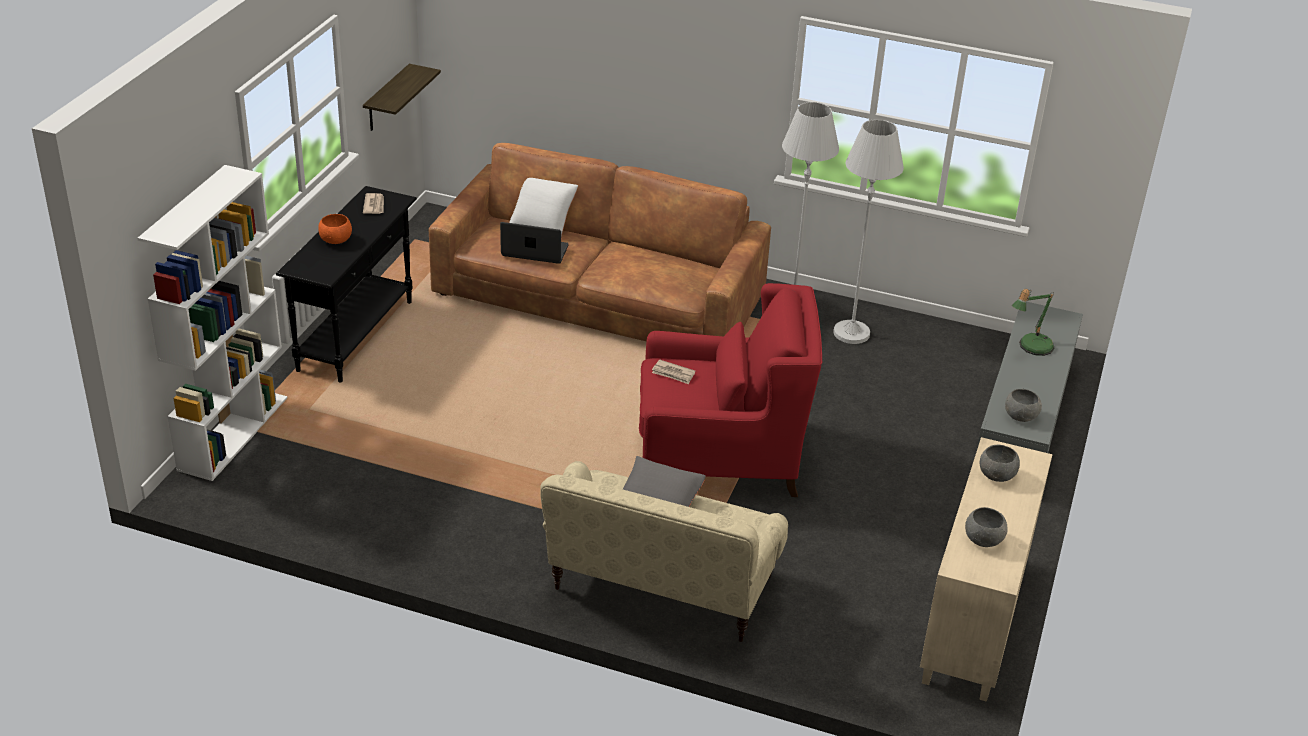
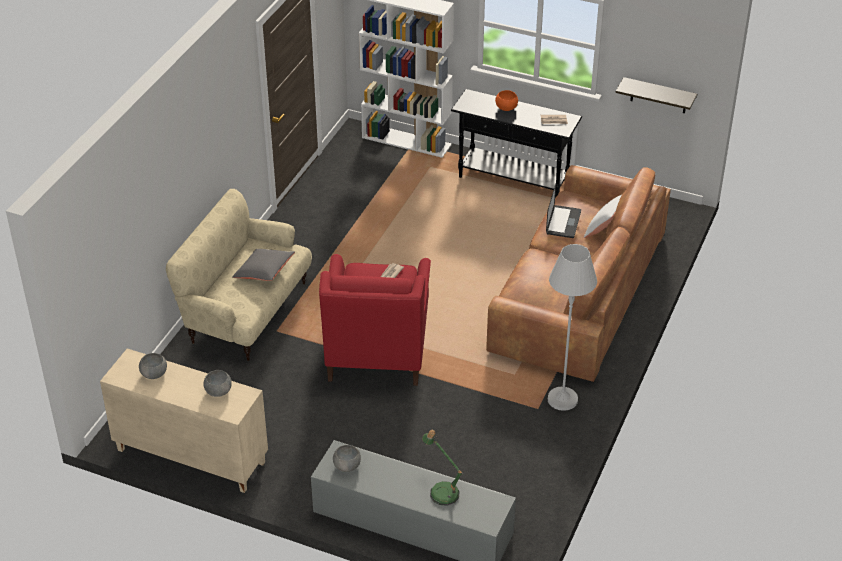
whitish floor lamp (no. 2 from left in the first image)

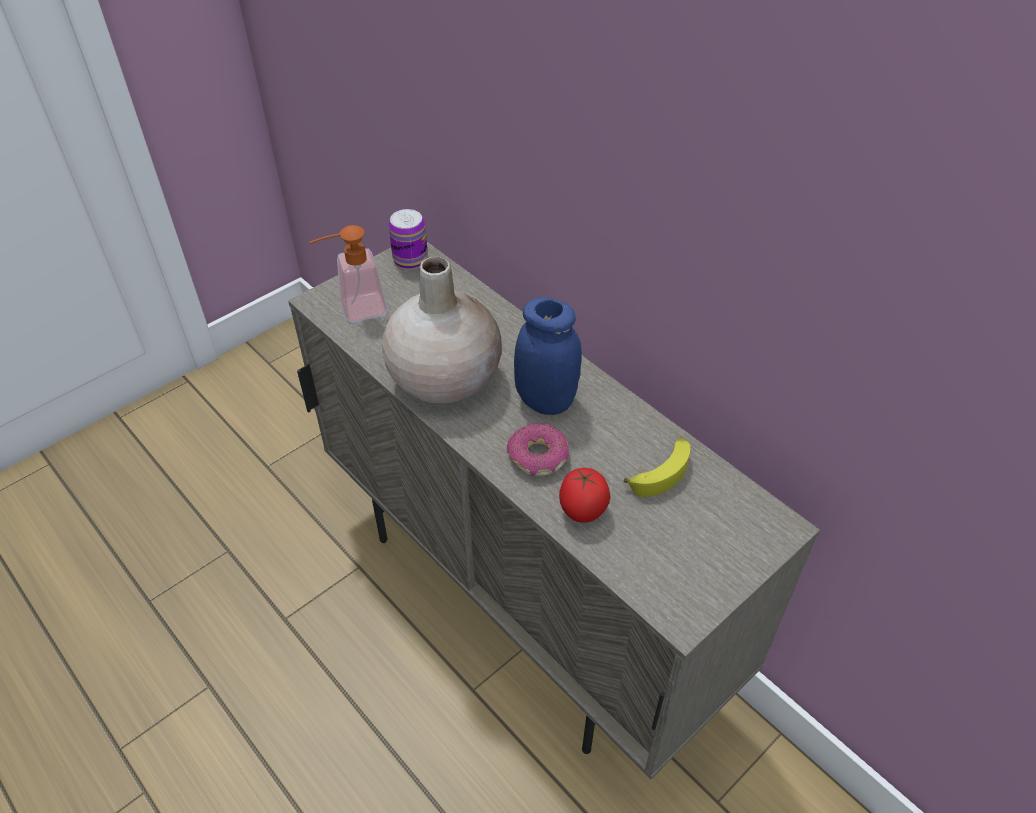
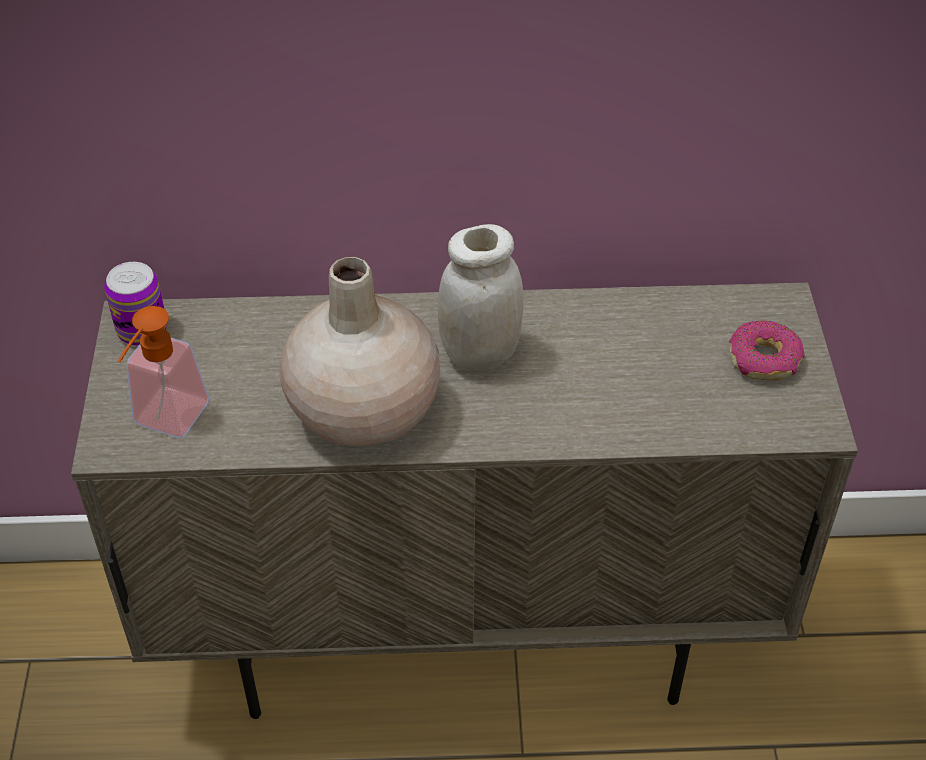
whitish jar
donut
fresh tomato
banana fruit

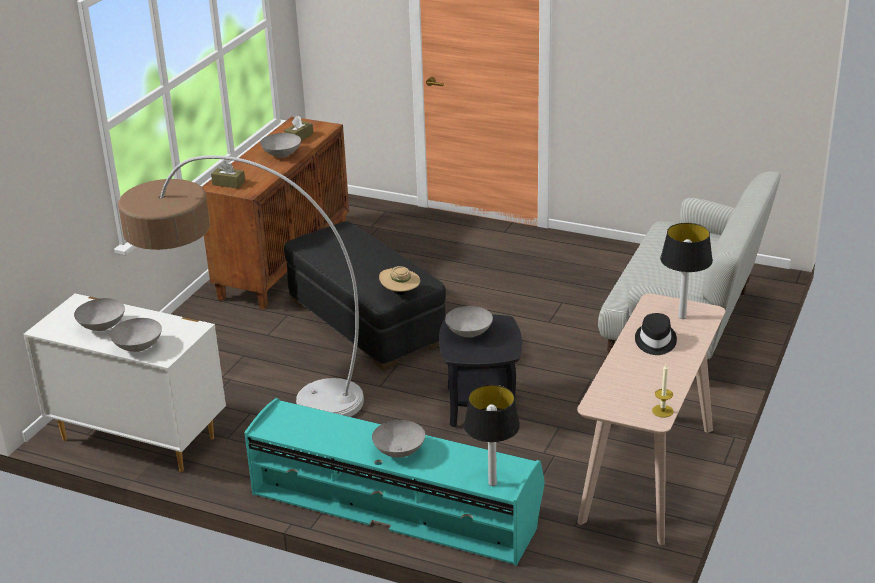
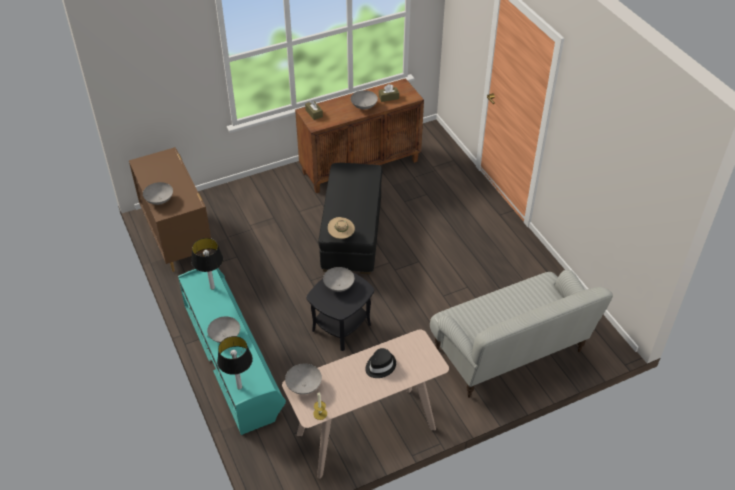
brownish chest of drawers
table lamp (no. 1 from left)
greyish deep dish (no. 3 from left)
floor lamp

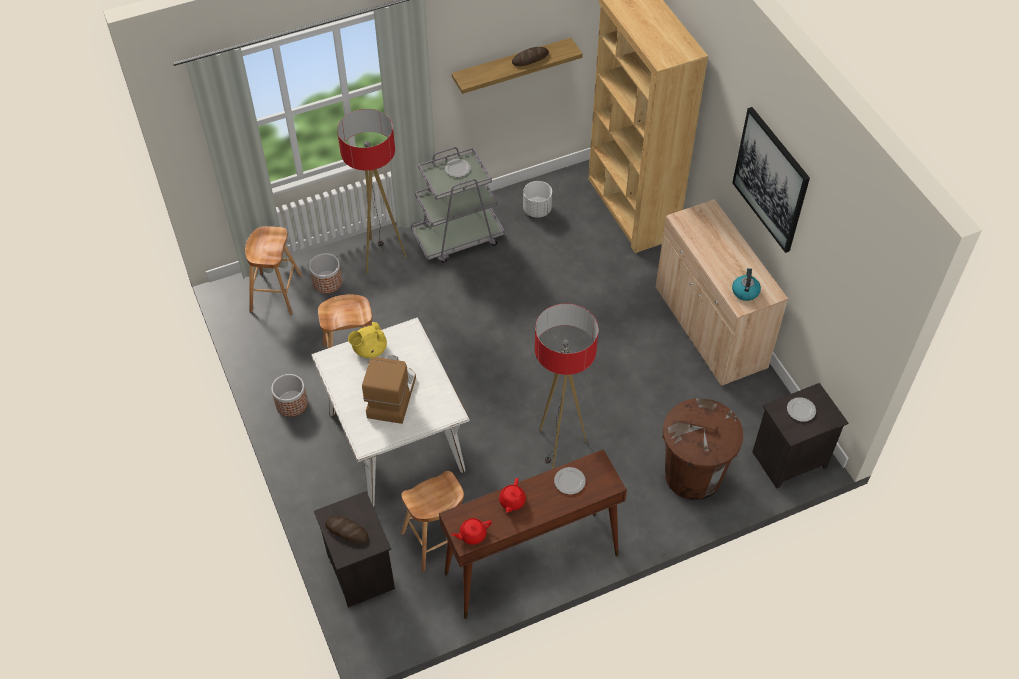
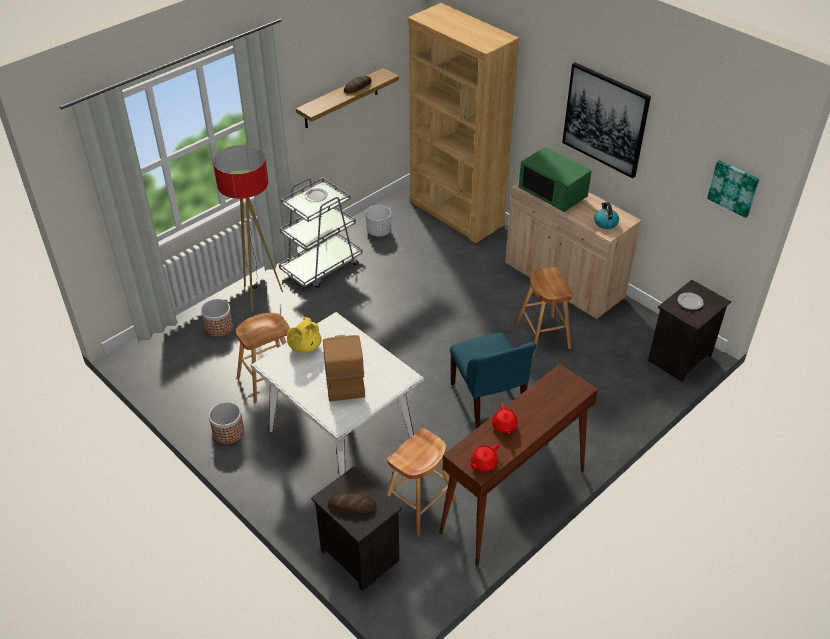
blue chair
brownish stool seat (no. 3 from left)
green-coloured microwave oven
wall art (no. 2 from left)
flat dish (no. 2 from left in the first image)
brownish waste bin

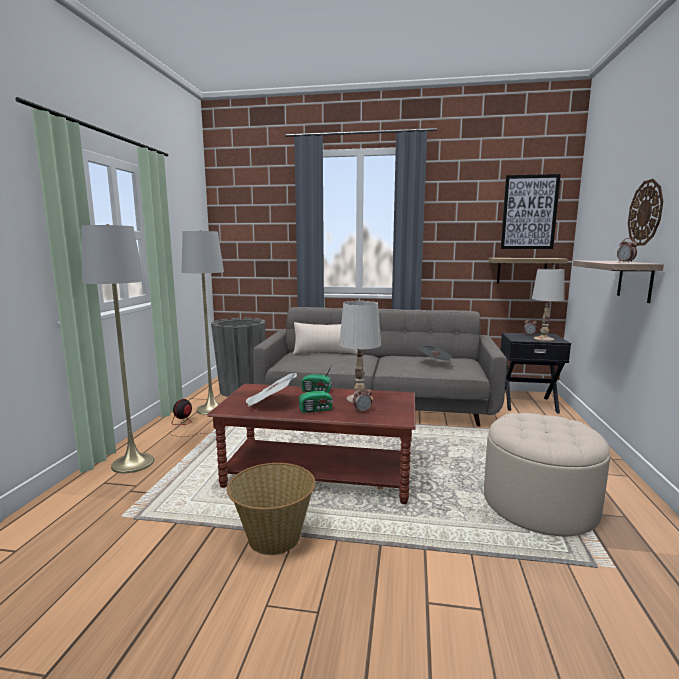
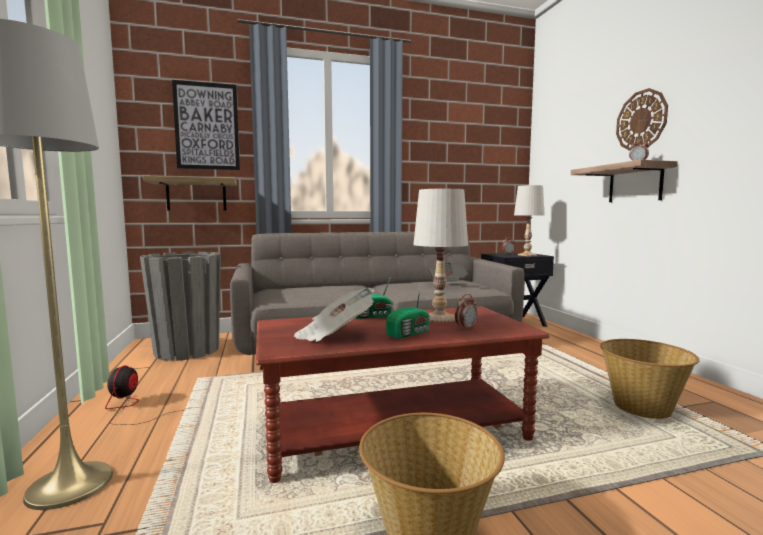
bracket shelf (no. 1 from left)
wall art
storage basket (no. 2 from left)
greyish floor lamp (no. 2 from left in the first image)
beige pillow

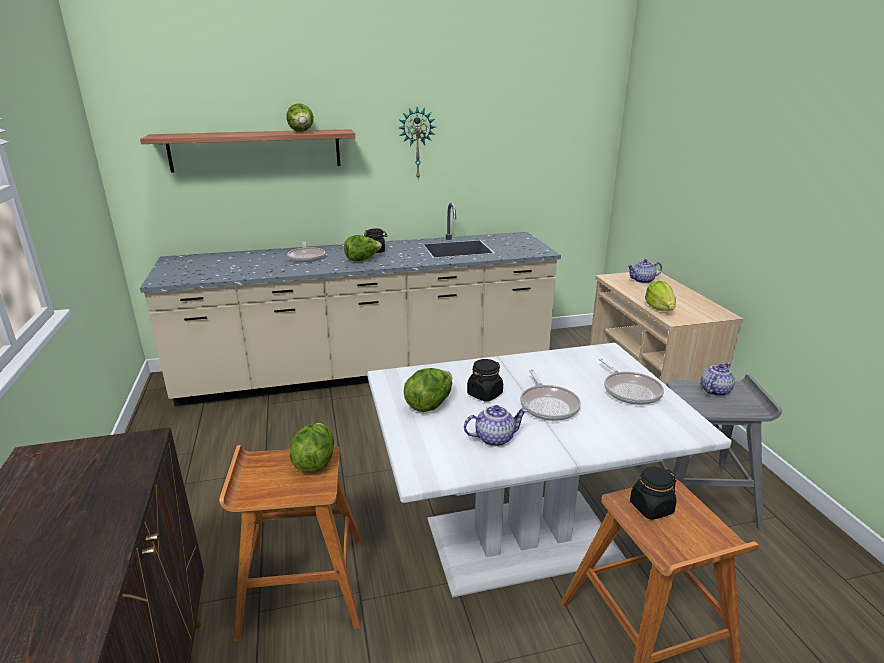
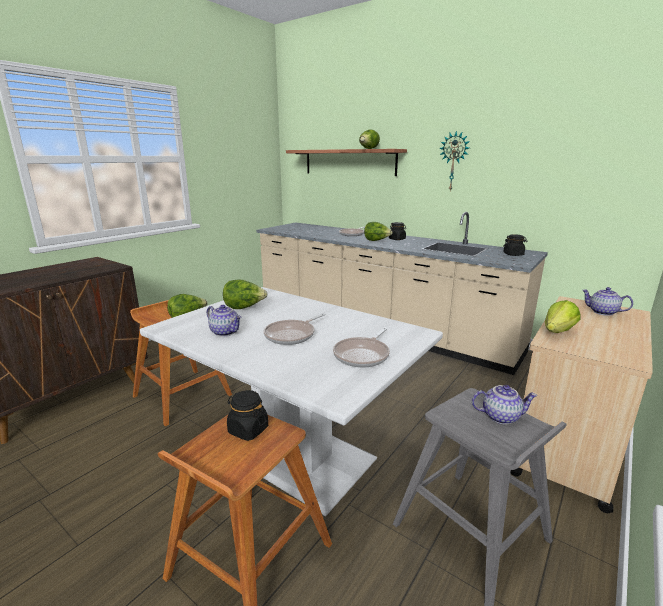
black jar (no. 3 from left)

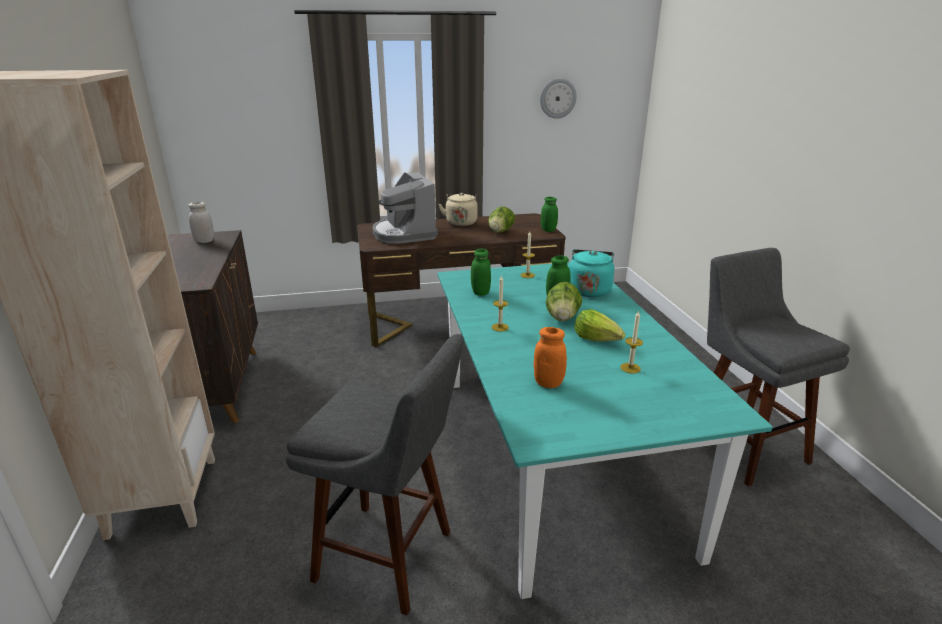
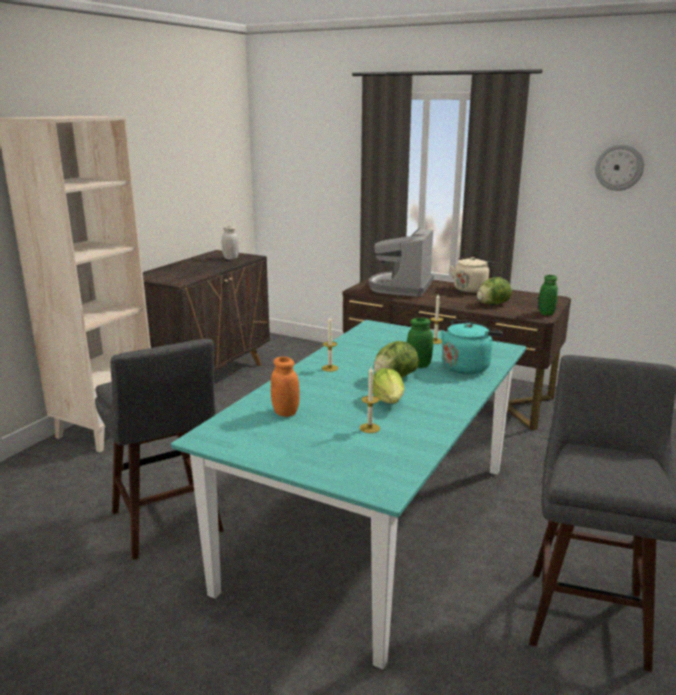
green-coloured jar (no. 1 from left in the first image)

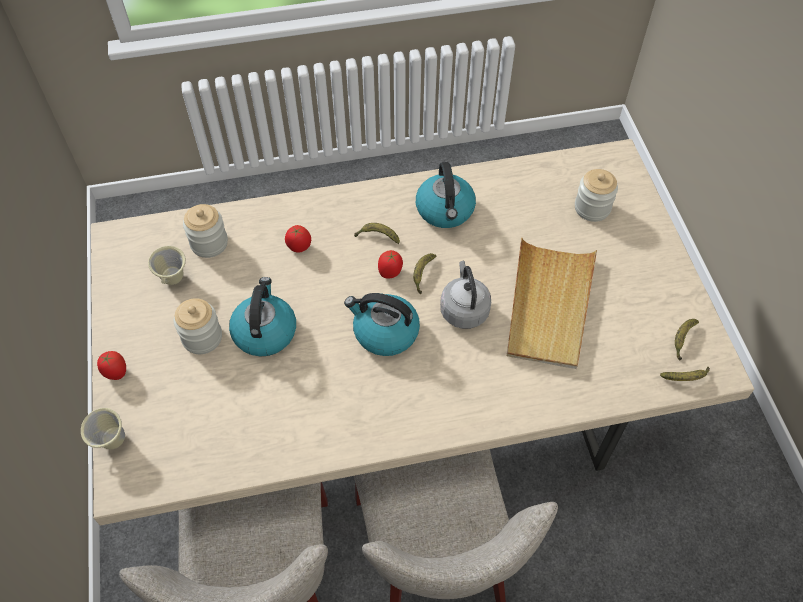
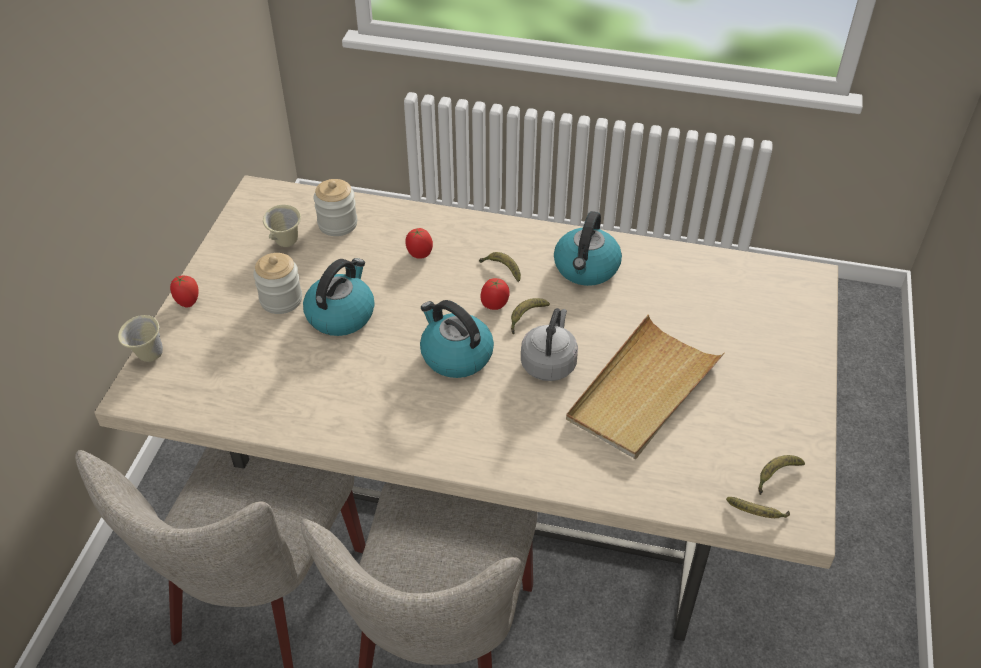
jar (no. 3 from left in the first image)

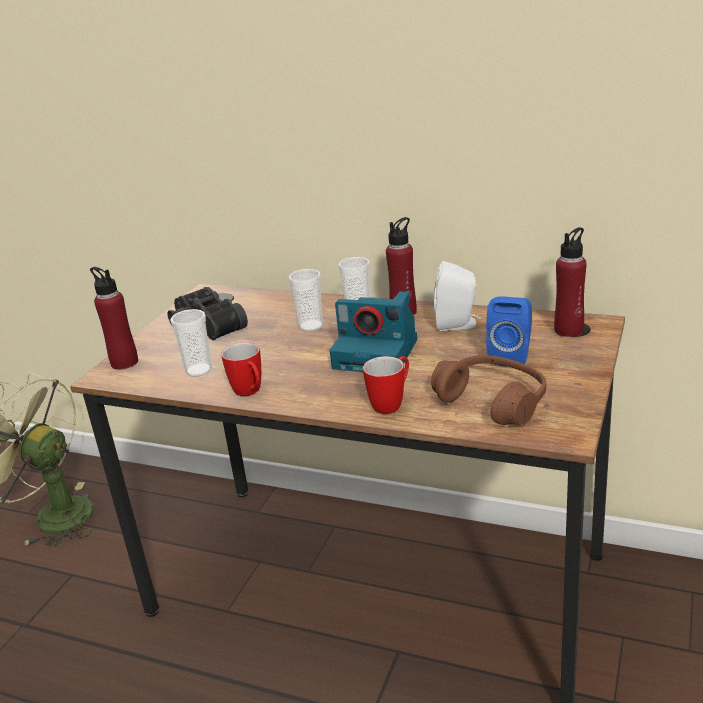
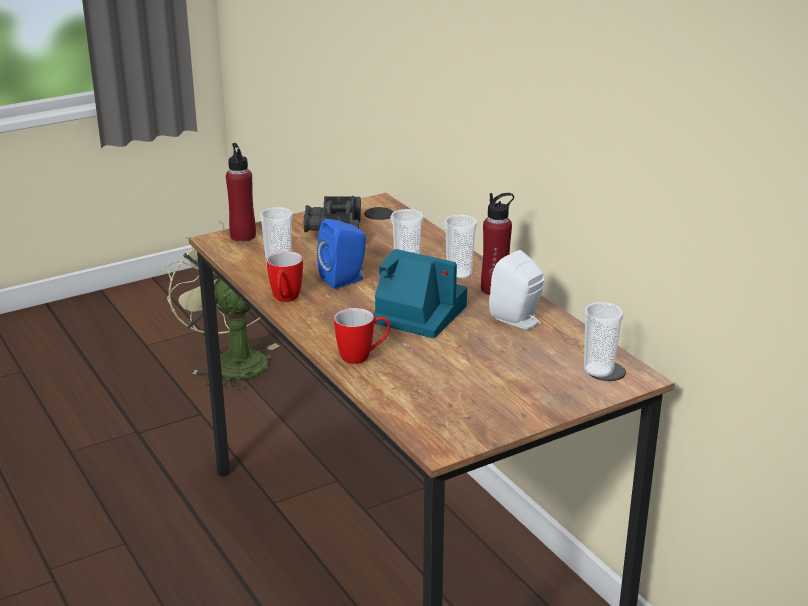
blue audio speaker
still camera
small cup (no. 4 from left)
brownish headphones

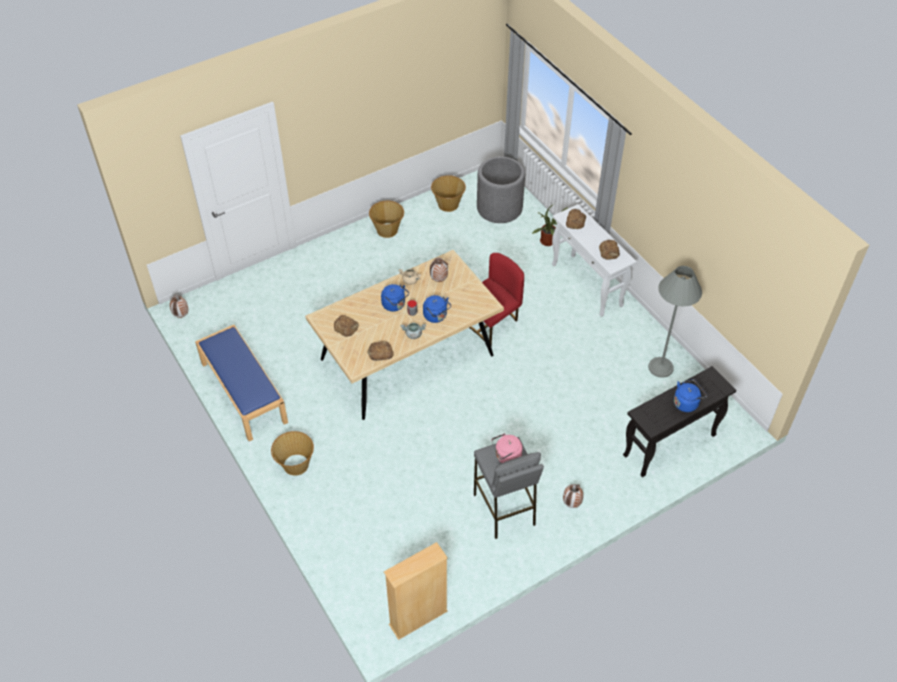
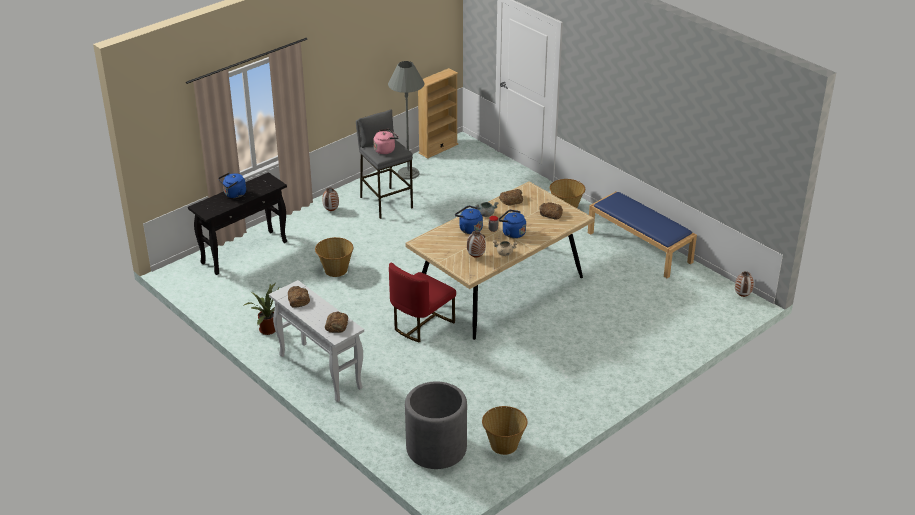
plant in a pot
storage basket (no. 1 from left)
greyish floor lamp

